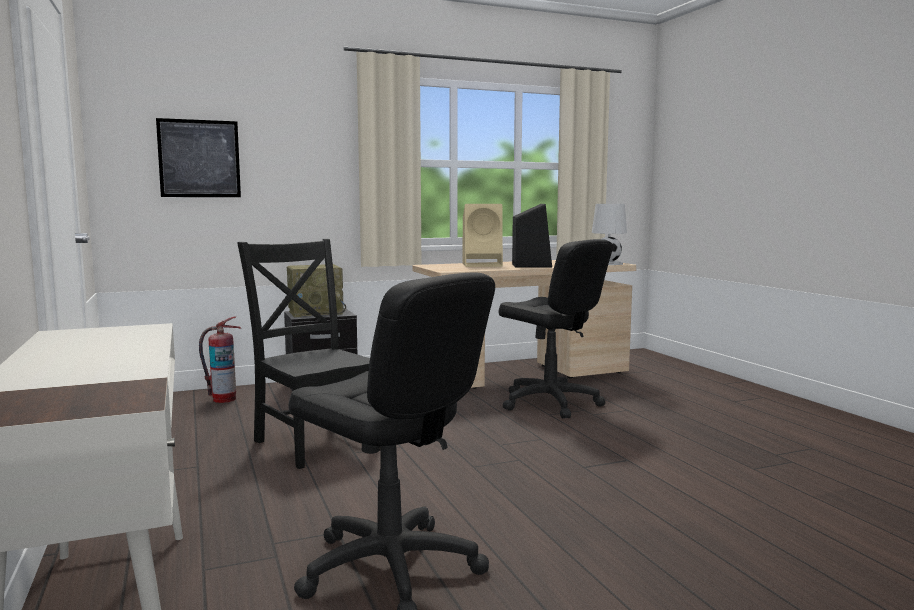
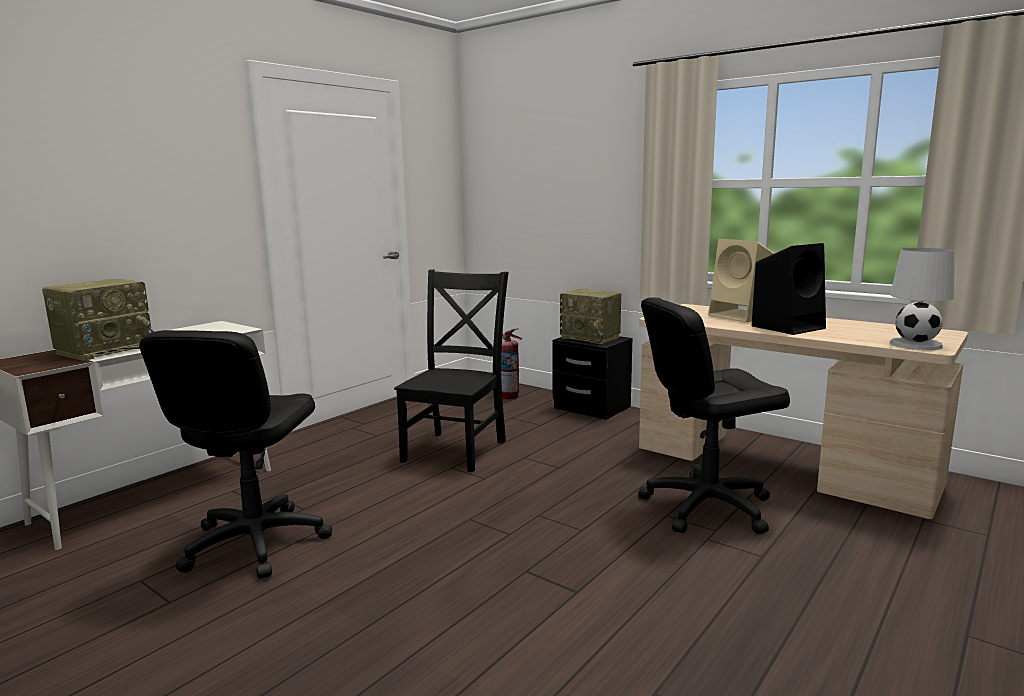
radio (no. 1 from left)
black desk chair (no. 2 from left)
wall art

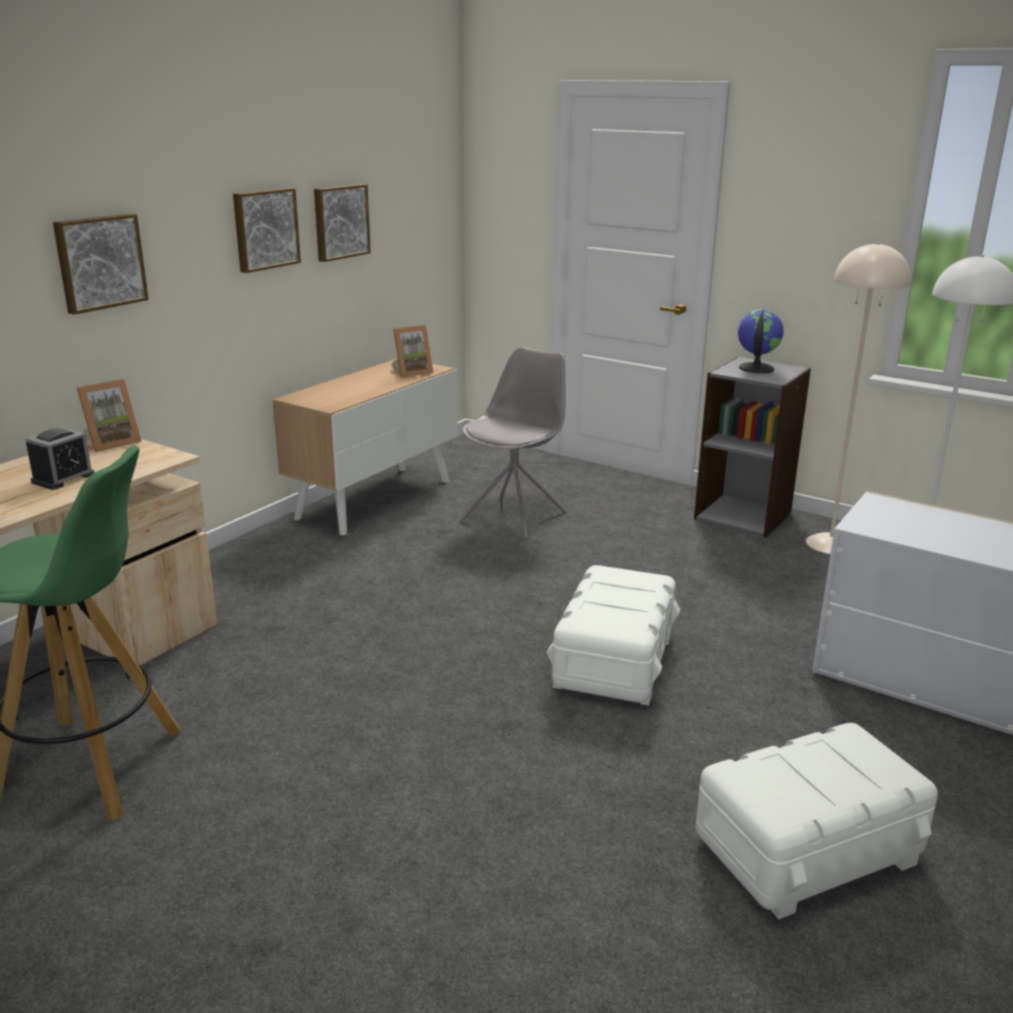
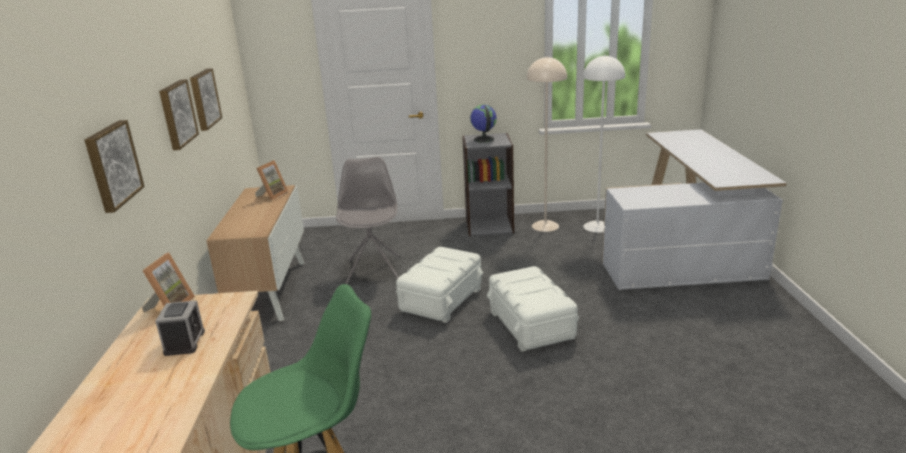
whitish storage bin (no. 1 from left)

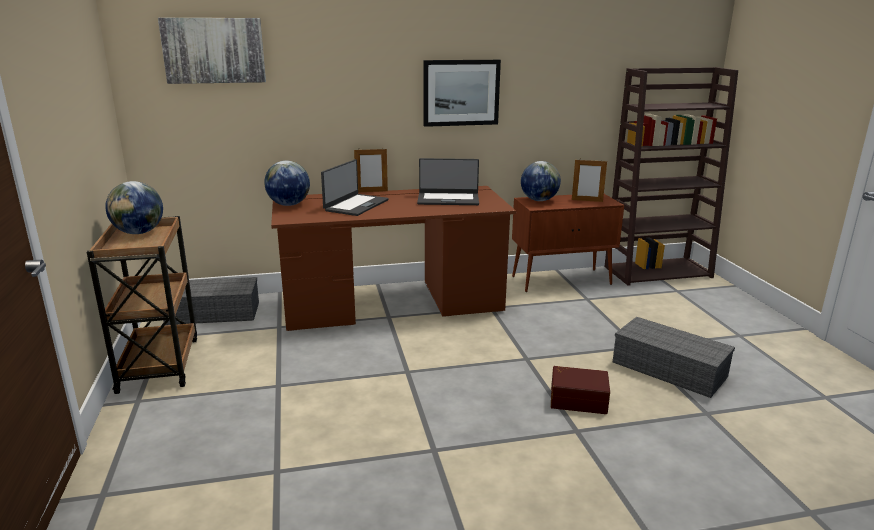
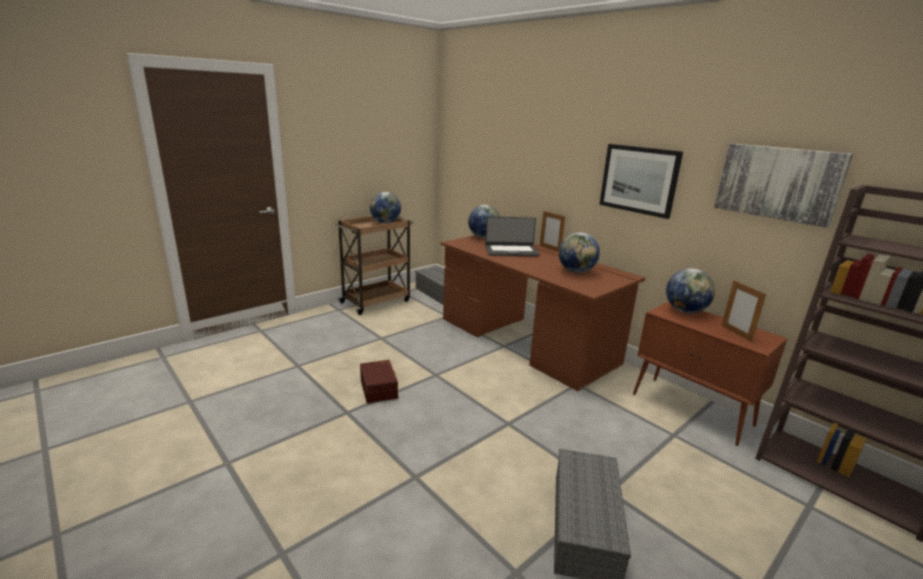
brownish storage bin
world globe (no. 3 from left)
wall art (no. 2 from left)

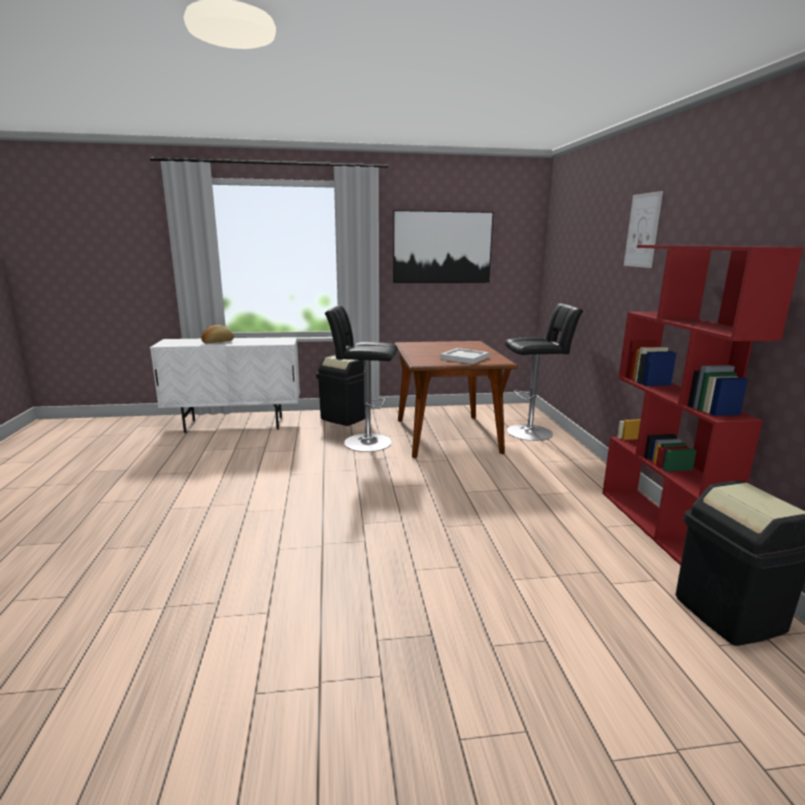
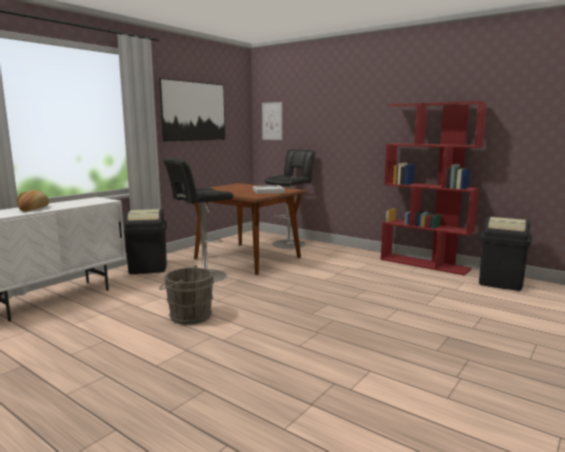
greyish water bucket
wall art (no. 2 from left)

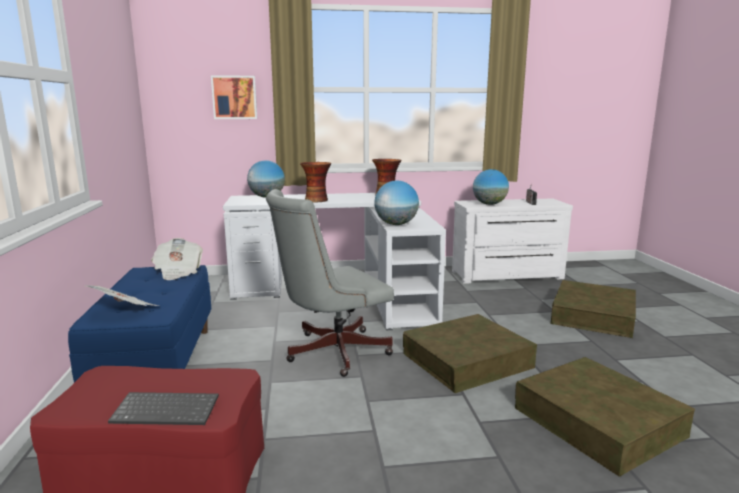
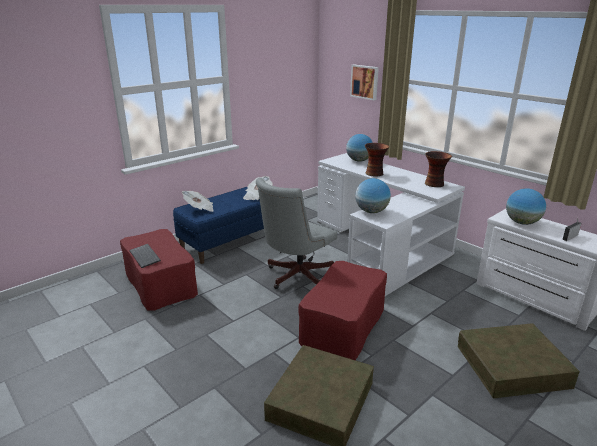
greyish desk chair
red pouffe (no. 2 from left)

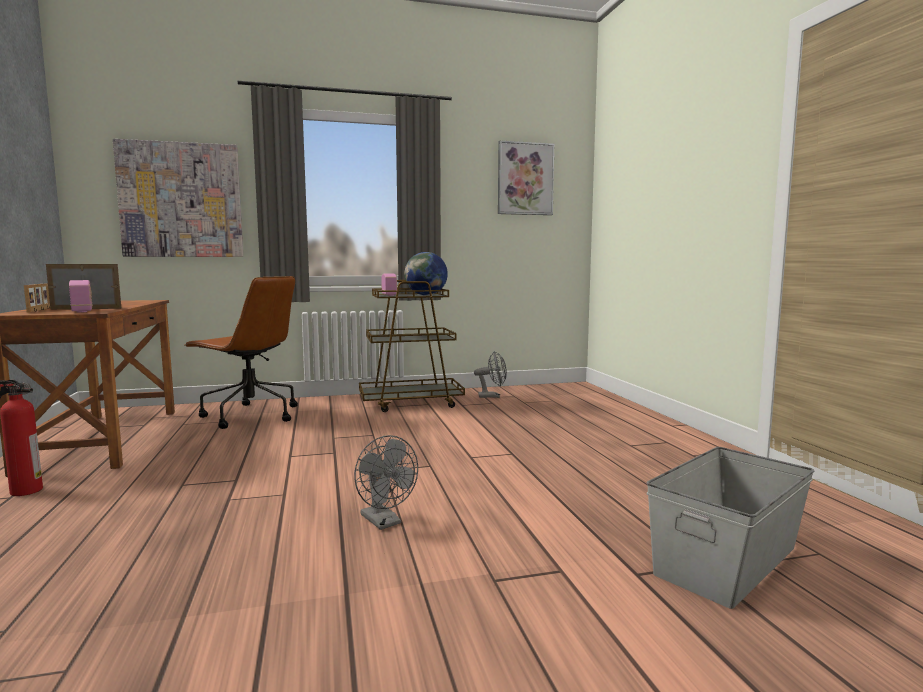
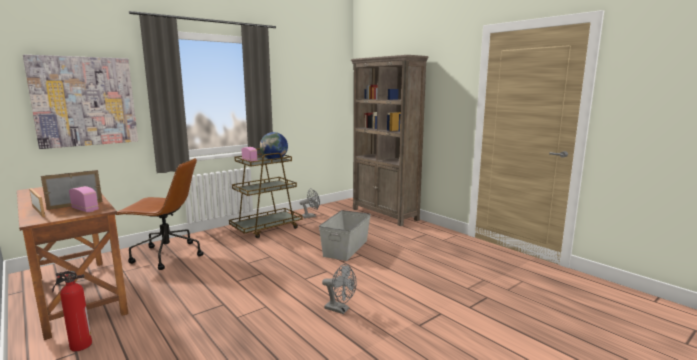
greyish storage bin
brownish bookcase
wall art (no. 2 from left in the first image)

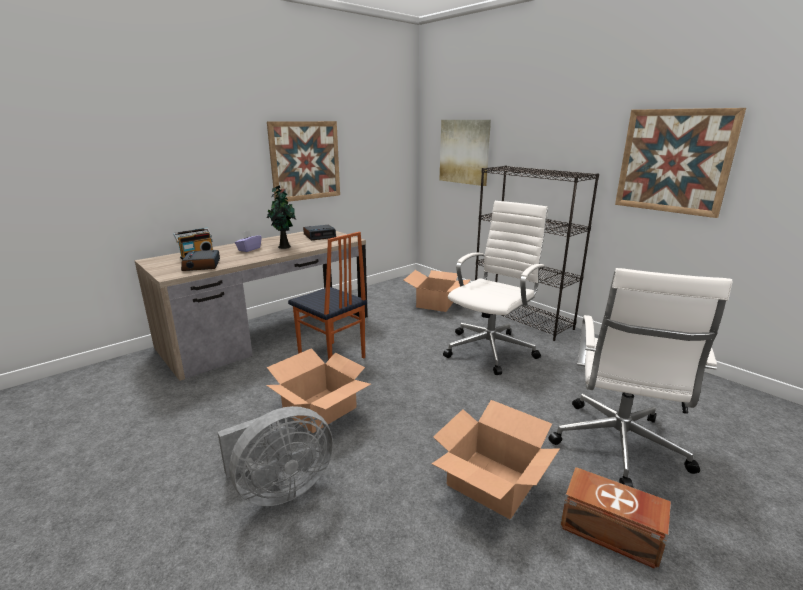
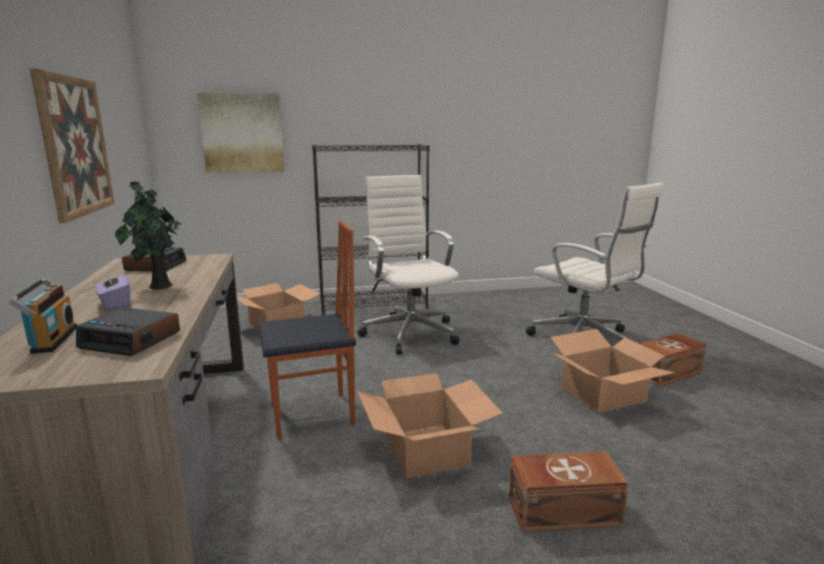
brownish storage bin (no. 1 from left)
wall art (no. 3 from left in the first image)

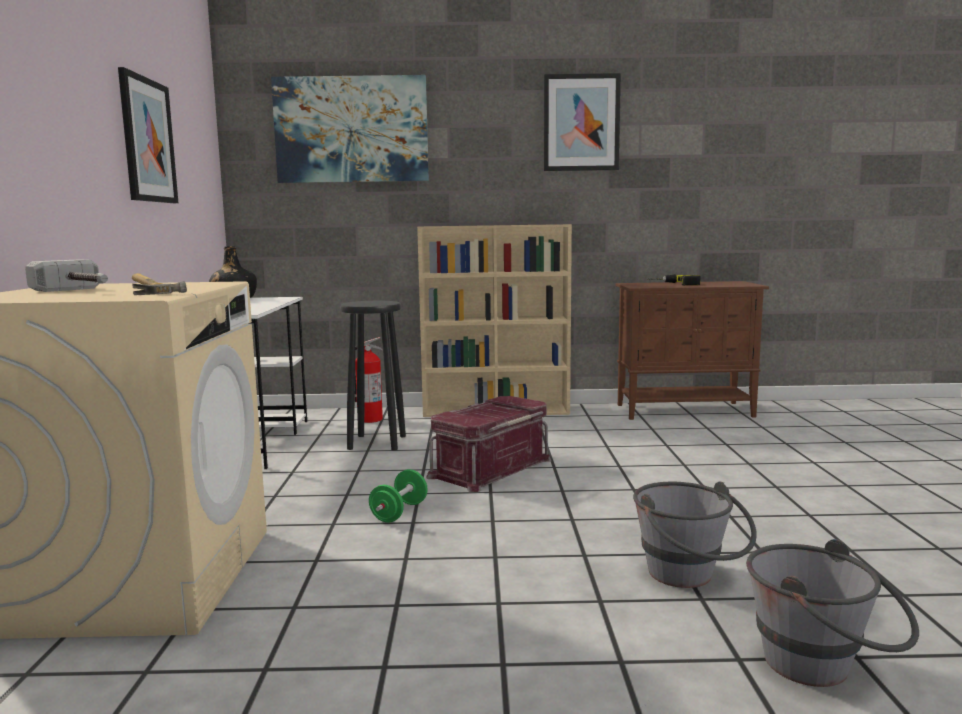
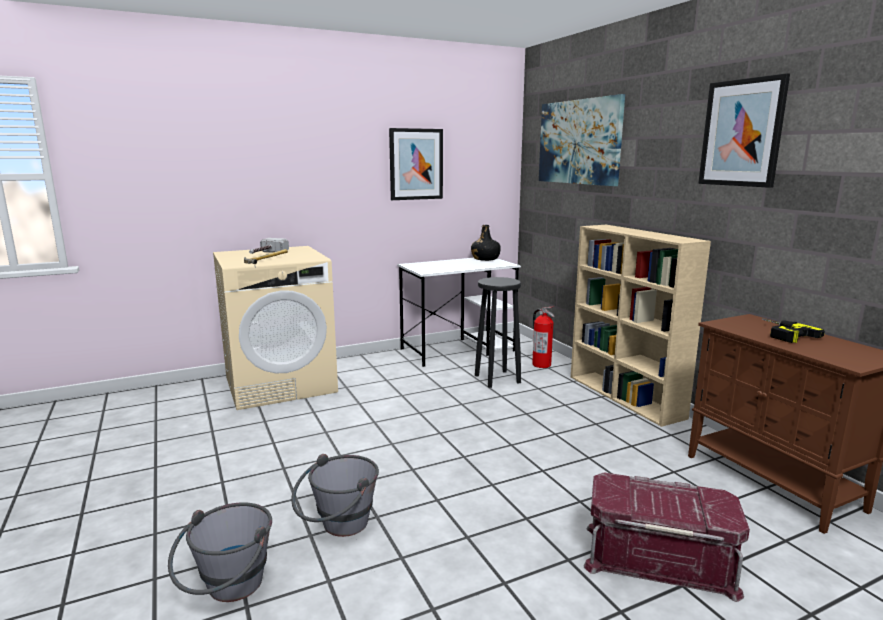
red storage bin
green-coloured free weight

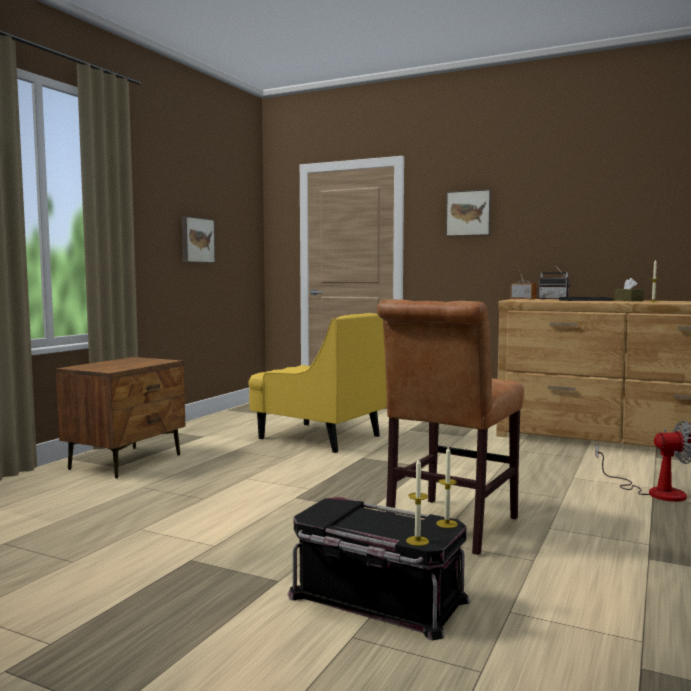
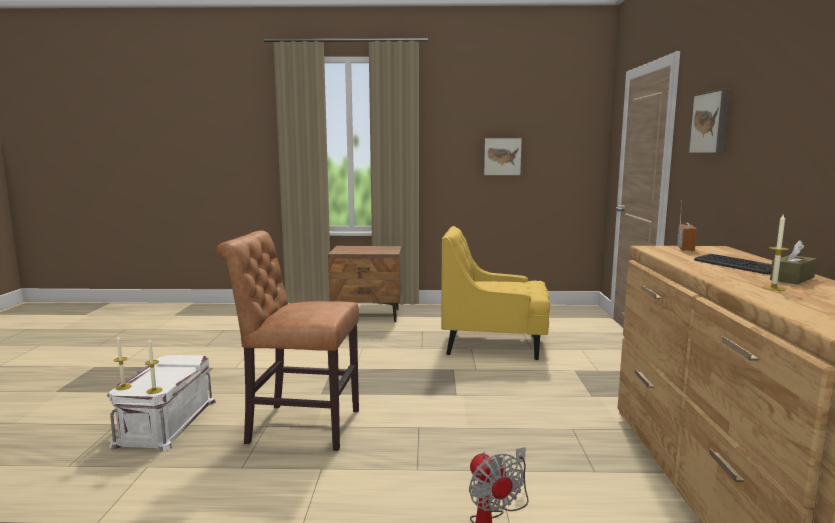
whitish storage bin
yellow-coloured armchair
radio (no. 2 from left in the first image)

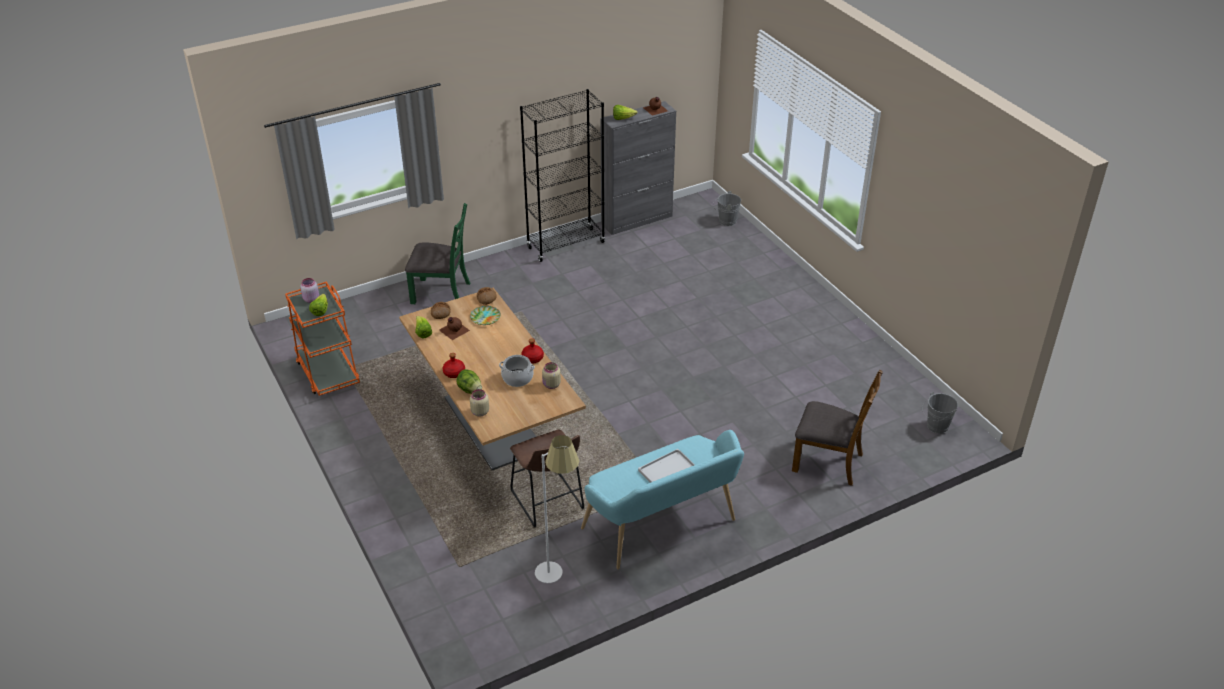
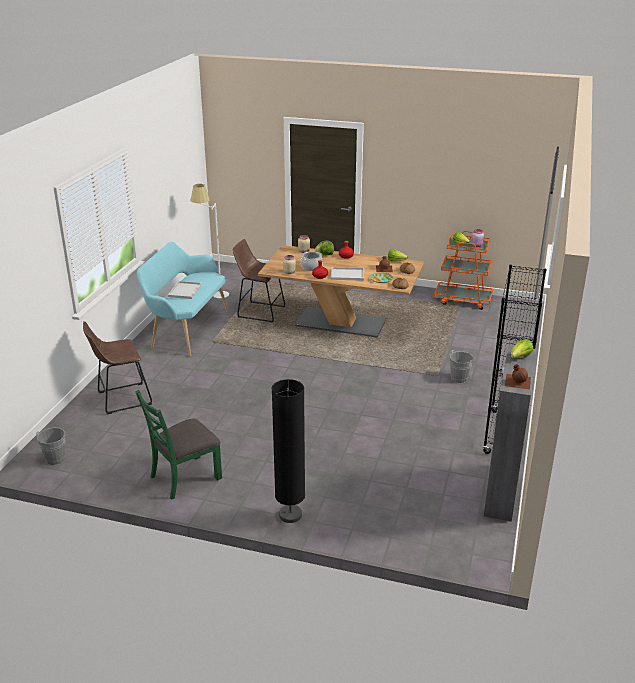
brownish stool seat (no. 1 from left)
green-coloured chair
black floor lamp
whitish tray (no. 2 from left)
greyish water bucket (no. 2 from left)

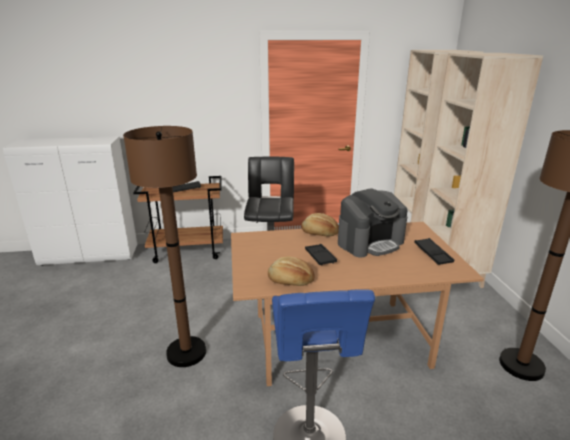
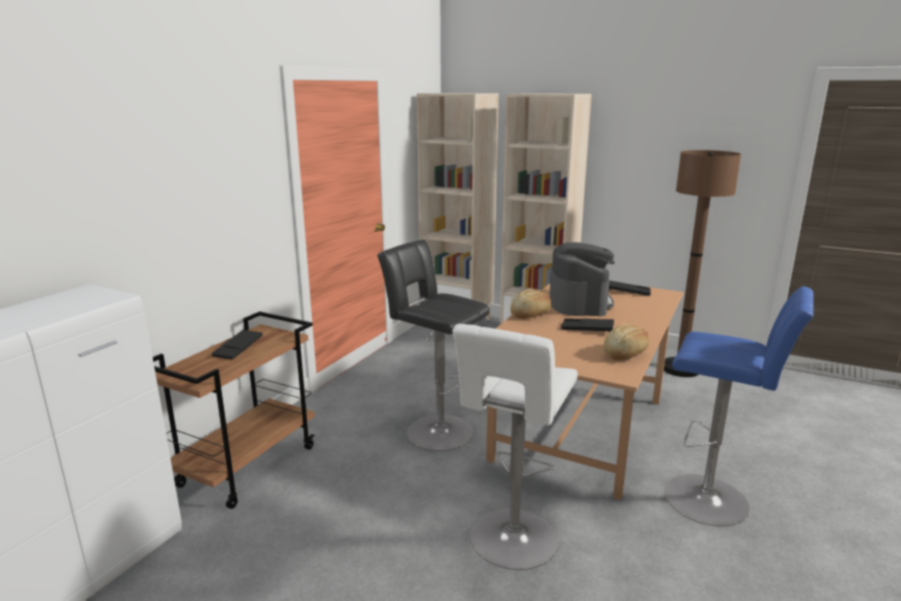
whitish stool seat

